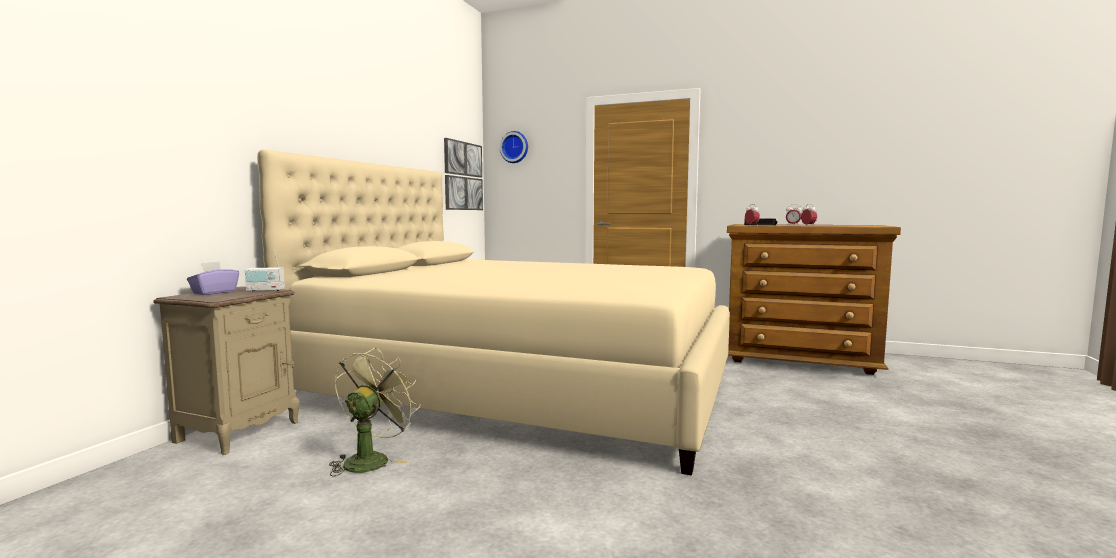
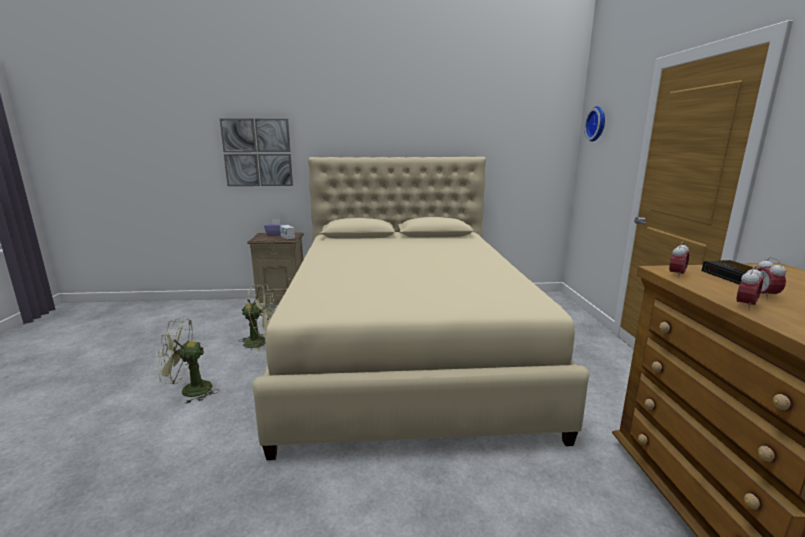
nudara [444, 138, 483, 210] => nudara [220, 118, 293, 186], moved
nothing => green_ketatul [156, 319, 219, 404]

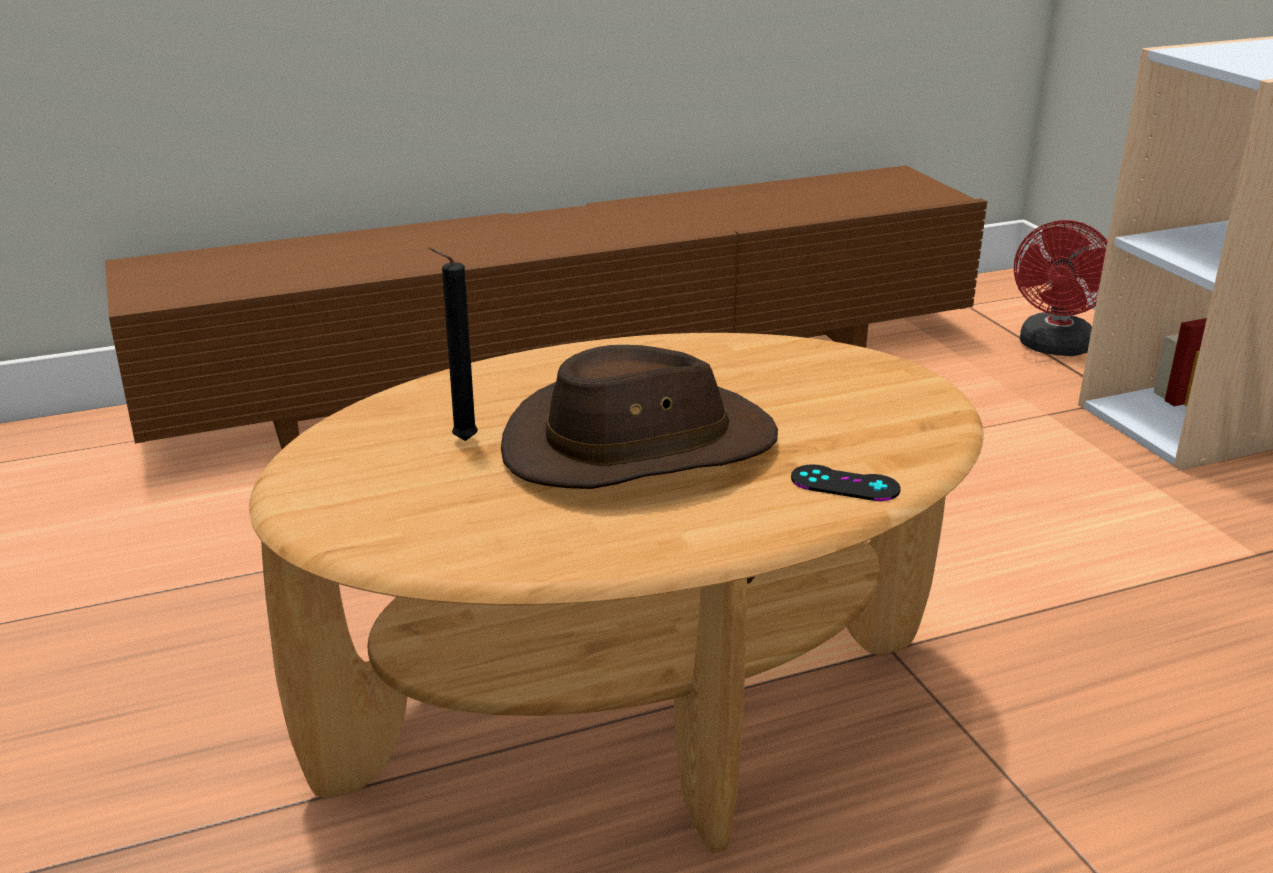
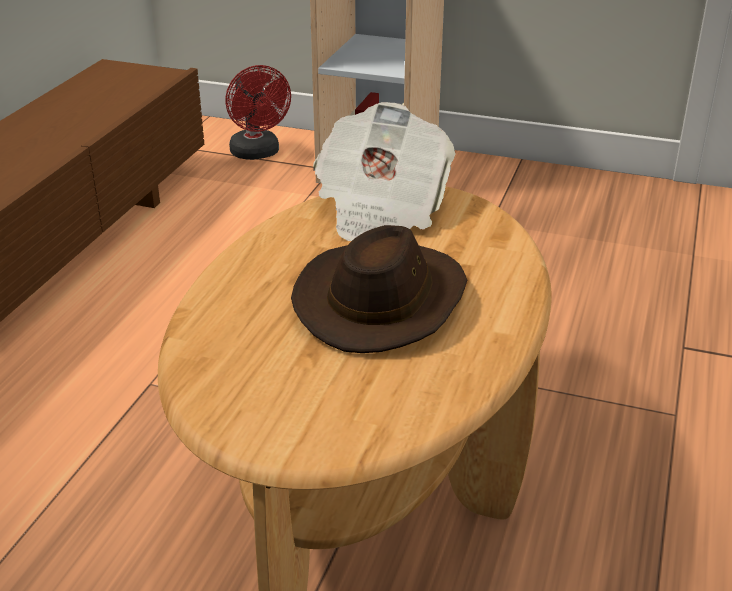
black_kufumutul [429, 247, 478, 441] => nothing
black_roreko [791, 464, 901, 501] => nothing
nothing => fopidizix [313, 102, 456, 241]

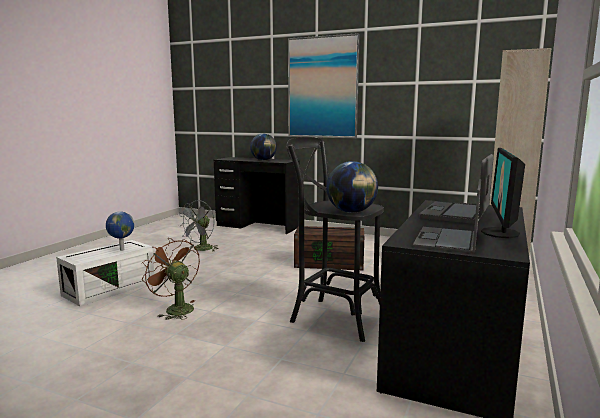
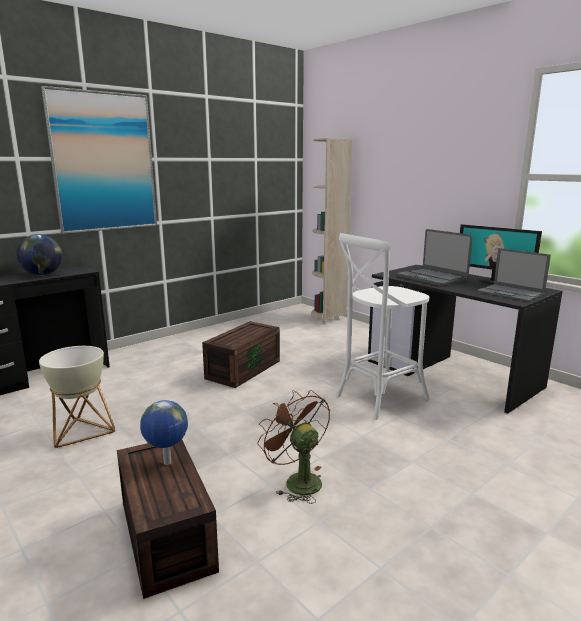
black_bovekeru [286, 137, 384, 342] => white_bovekeru [336, 233, 430, 420]
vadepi [326, 161, 378, 213] => nothing
grey_ketatul [178, 200, 219, 251] => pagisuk [39, 346, 115, 448]
brown_ketatul [142, 238, 200, 320] => brown_ketatul [257, 390, 330, 504], 75 degrees clockwise
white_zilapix [56, 240, 154, 306] => brown_zilapix [117, 439, 219, 599]

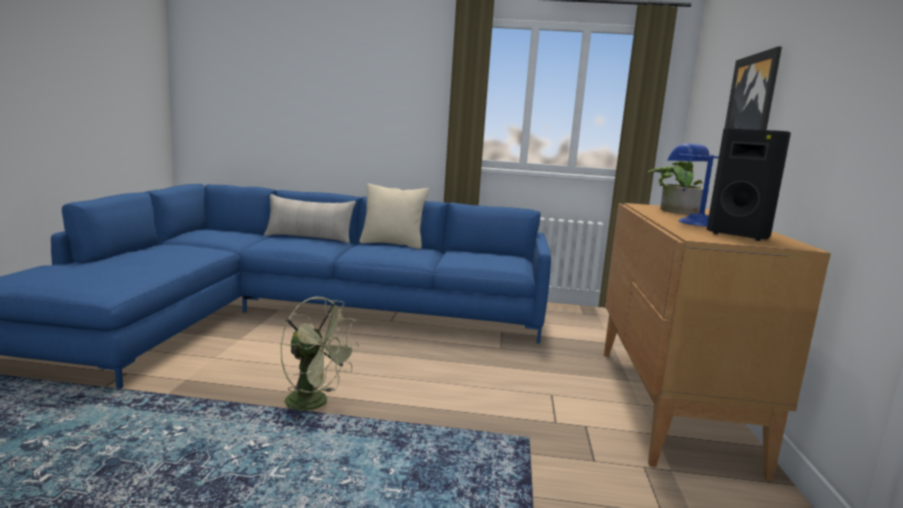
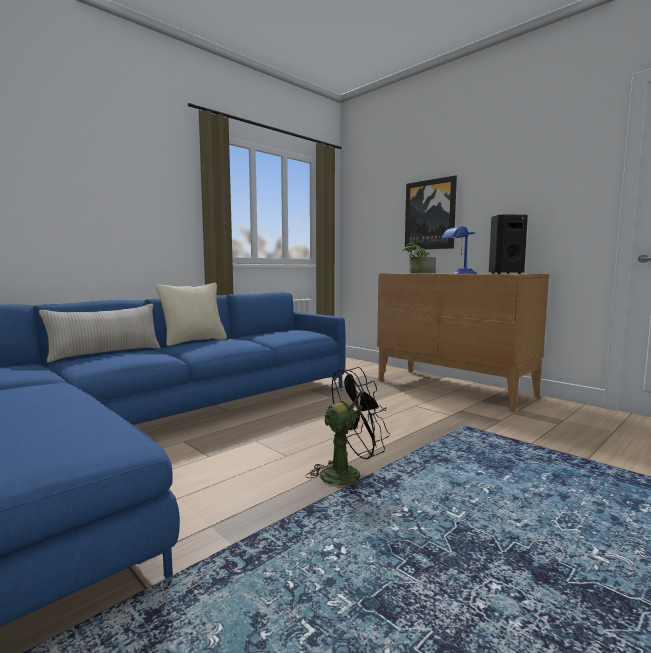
green_ketatul [281, 297, 359, 420] => black_ketatul [306, 367, 390, 488]

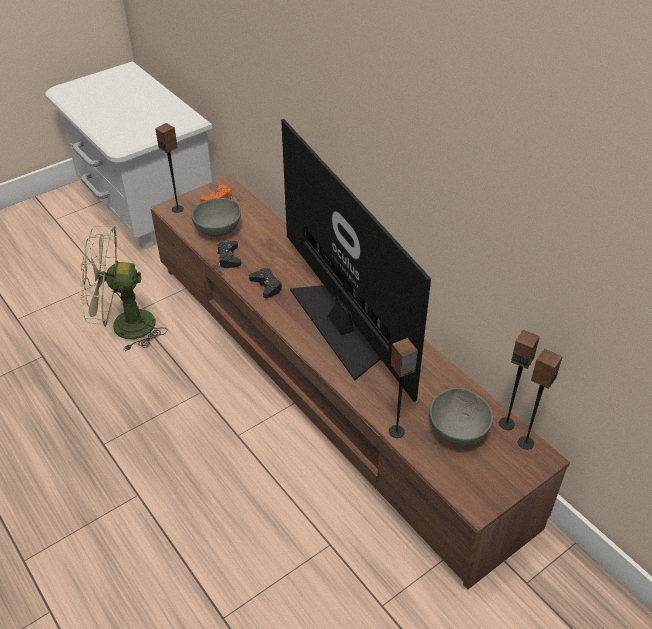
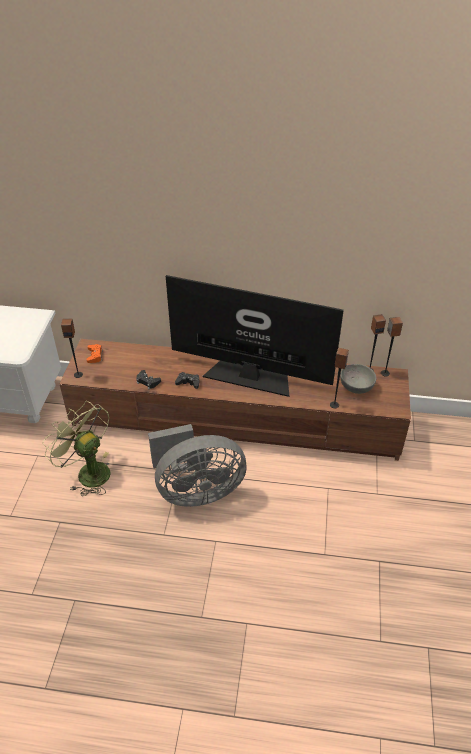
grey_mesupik [192, 198, 241, 237] => nothing
green_ketatul [80, 226, 167, 352] => green_ketatul [42, 401, 110, 496], 90 degrees clockwise
nothing => grey_ketatul [148, 424, 247, 507]

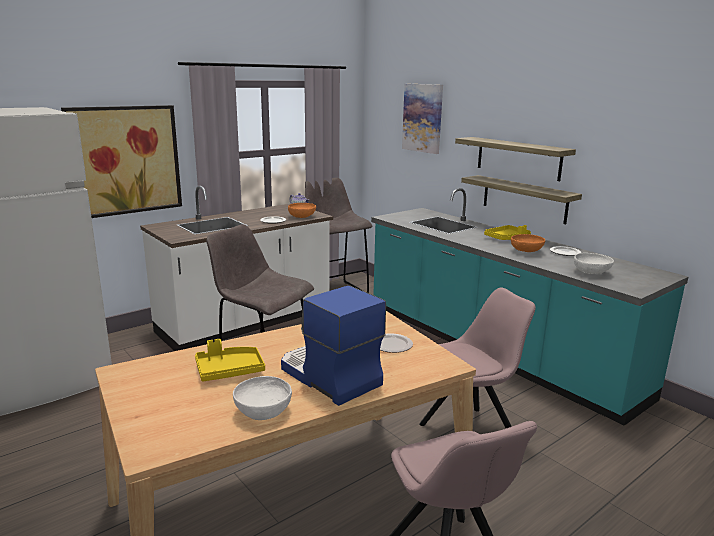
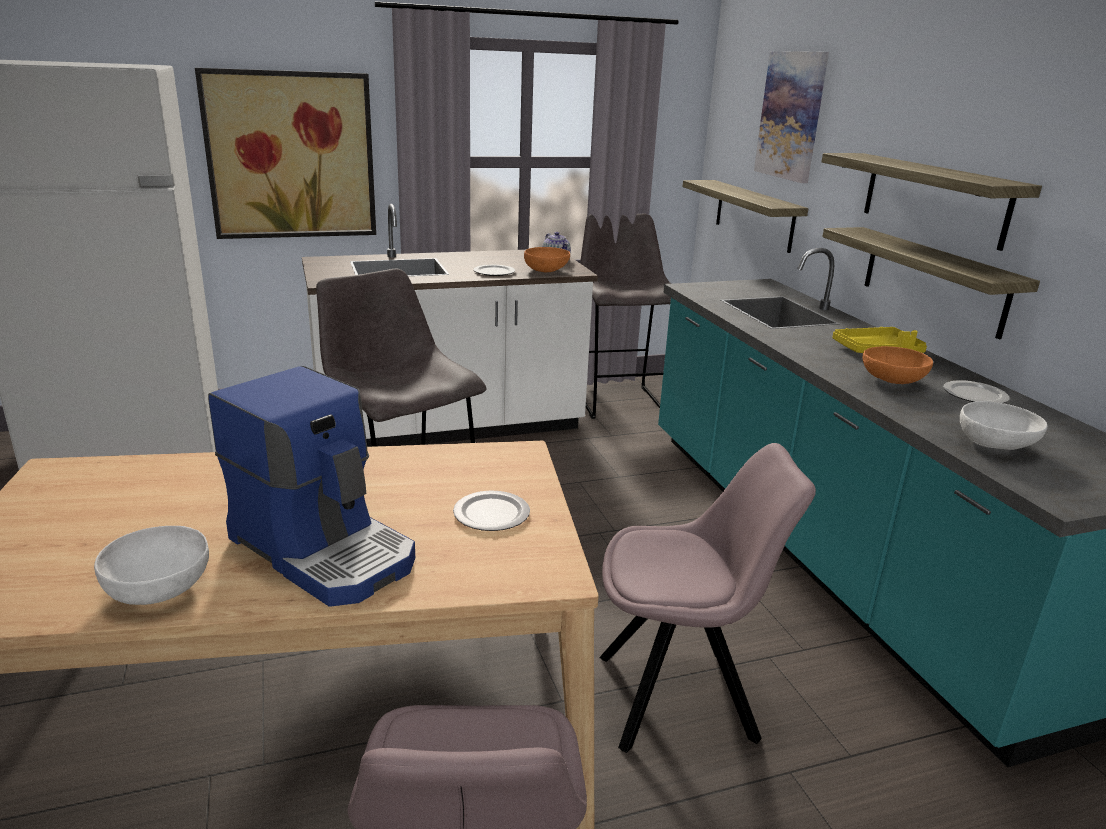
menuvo [281, 286, 386, 406] => menuvo [208, 366, 415, 607], 150 degrees clockwise
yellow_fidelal [195, 339, 265, 381] => nothing
nothing => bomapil [683, 180, 808, 253]

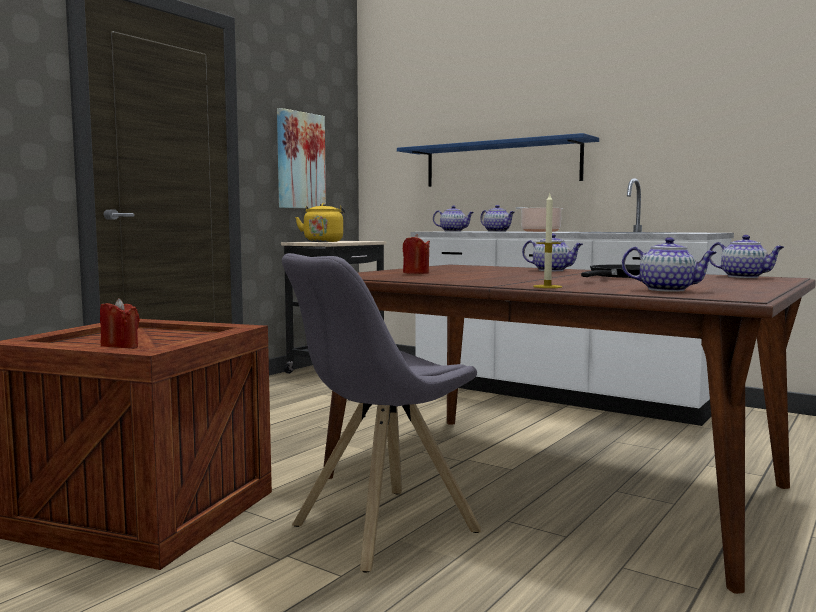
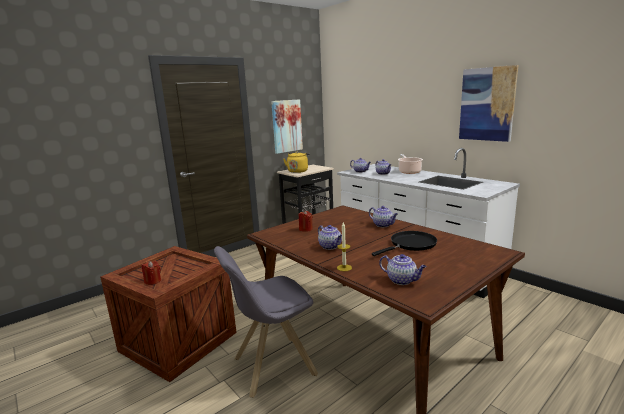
blue_bomapil [397, 133, 599, 187] => nothing
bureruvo [709, 235, 784, 278] => bureruvo [318, 225, 342, 250], moved
nothing => nudara [459, 65, 519, 142]

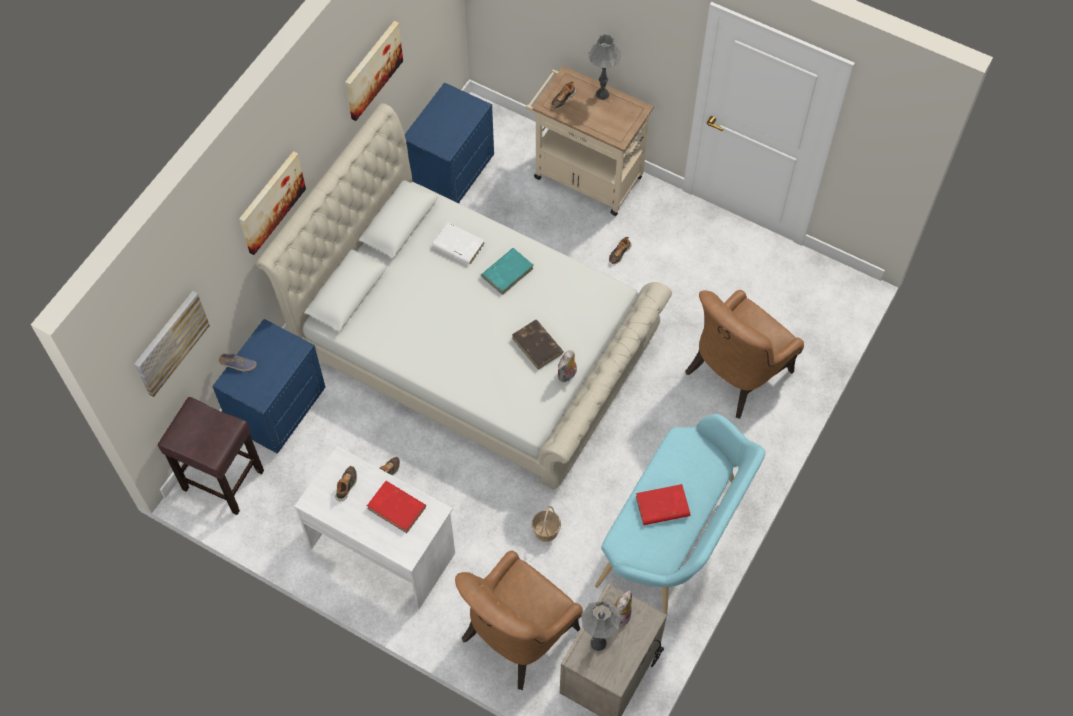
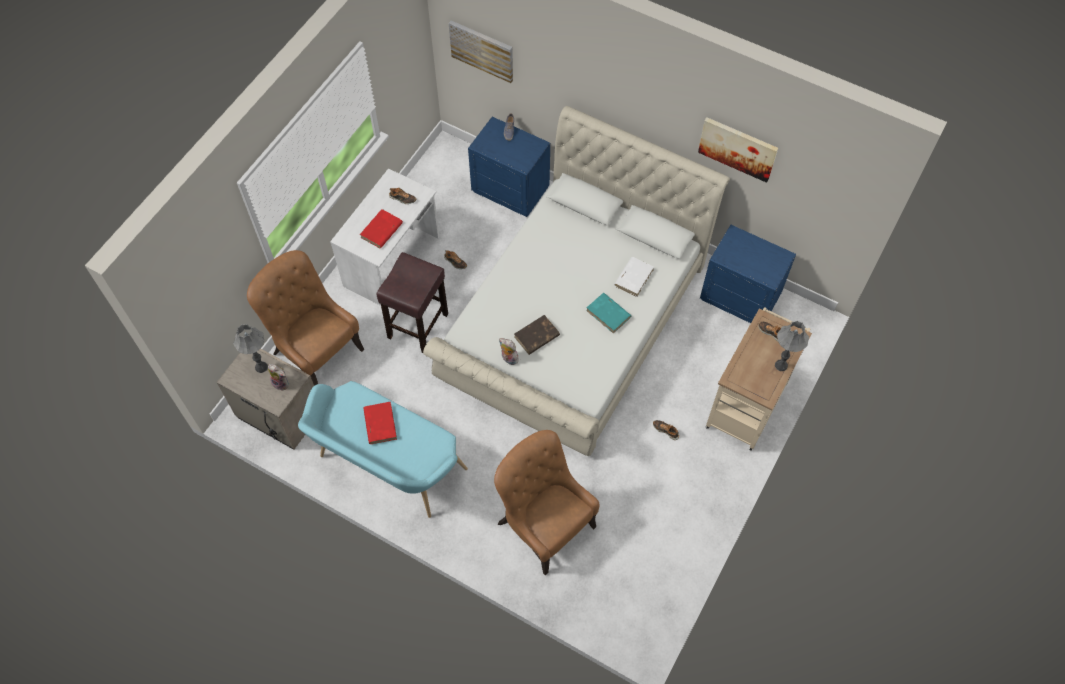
nudara [239, 151, 306, 255] => nothing
brown_bovekeru [158, 397, 264, 515] => brown_bovekeru [376, 252, 448, 353], moved
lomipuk [532, 505, 561, 542] => nothing

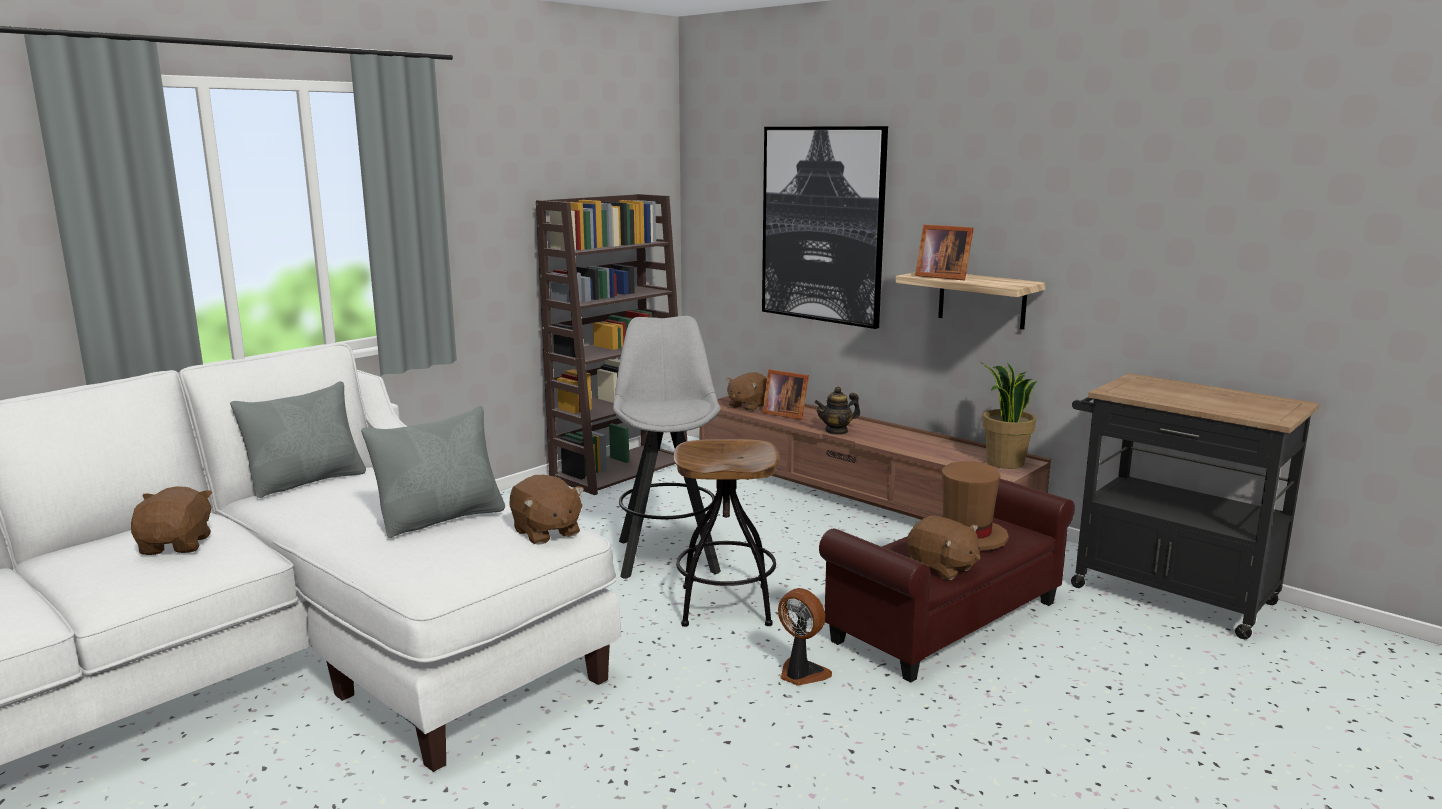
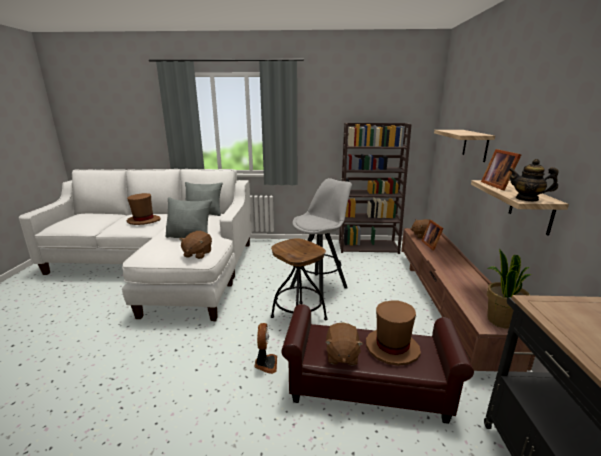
nudara [762, 126, 888, 329] => bomapil [434, 130, 495, 162]
bureruvo [815, 387, 860, 435] => bureruvo [509, 159, 559, 202], moved
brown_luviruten [131, 486, 213, 555] => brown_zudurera [127, 193, 161, 225]

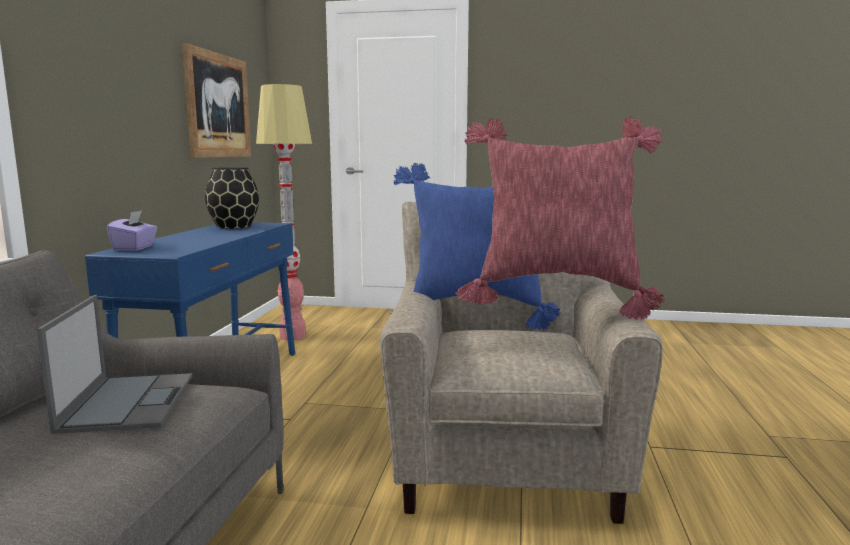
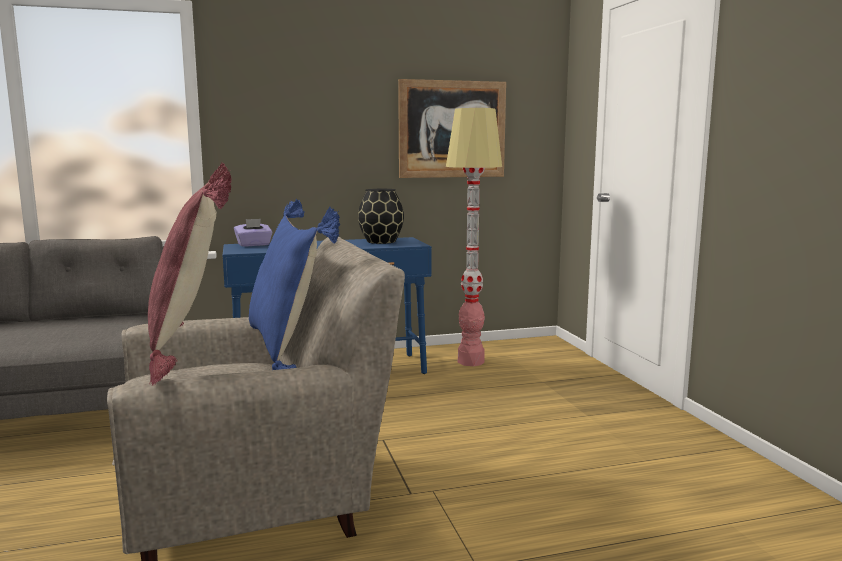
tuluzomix [37, 295, 192, 434] => nothing

